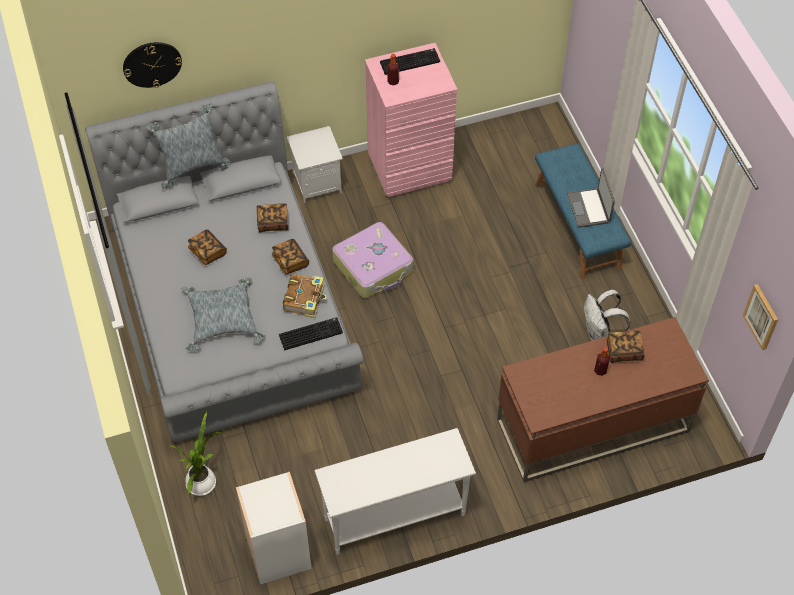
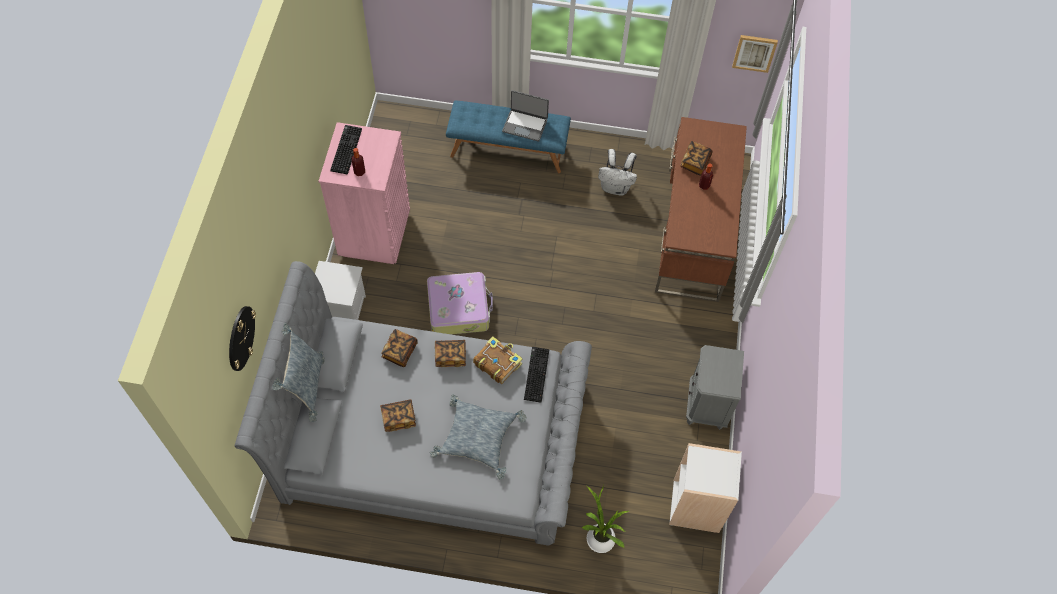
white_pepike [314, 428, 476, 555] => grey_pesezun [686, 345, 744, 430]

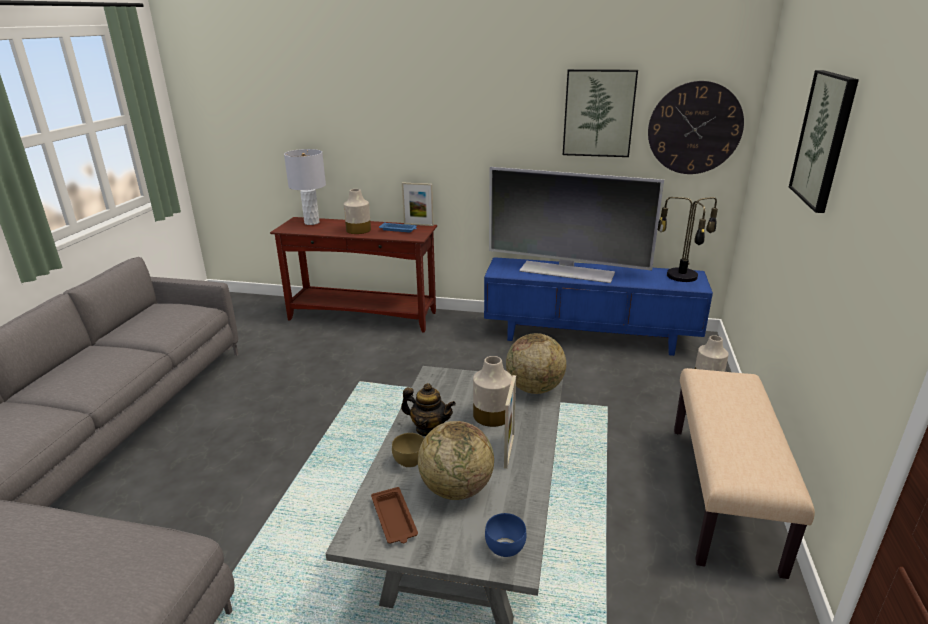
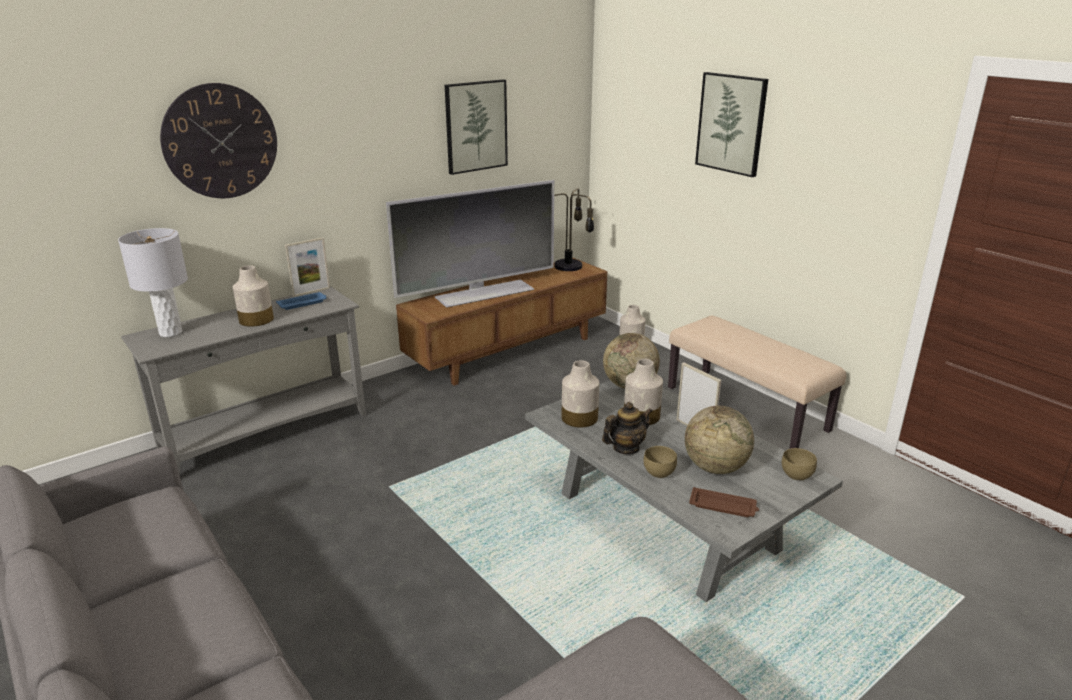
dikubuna [648, 81, 744, 174] => dikubuna [160, 83, 277, 198], moved
brown_pepike [270, 217, 437, 333] => grey_pepike [121, 286, 366, 475]
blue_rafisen [484, 257, 713, 356] => brown_rafisen [396, 258, 607, 385]
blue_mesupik [485, 513, 527, 557] => brown_mesupik [782, 448, 817, 481]
nothing => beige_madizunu [561, 360, 599, 428]

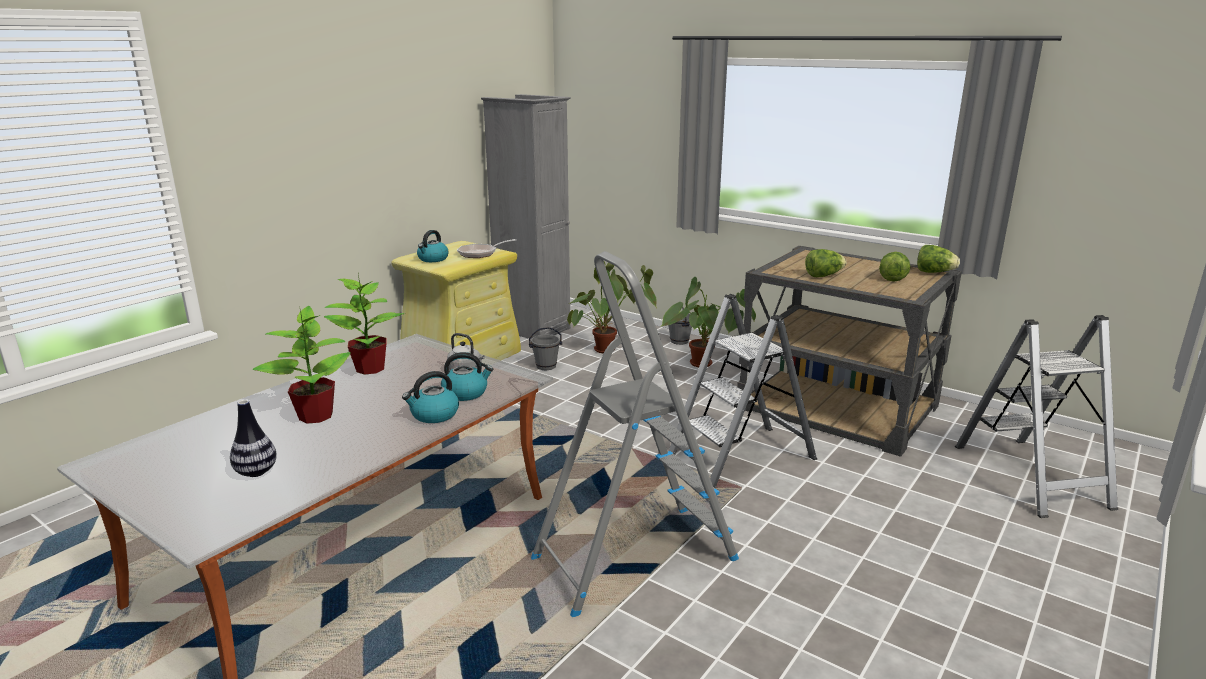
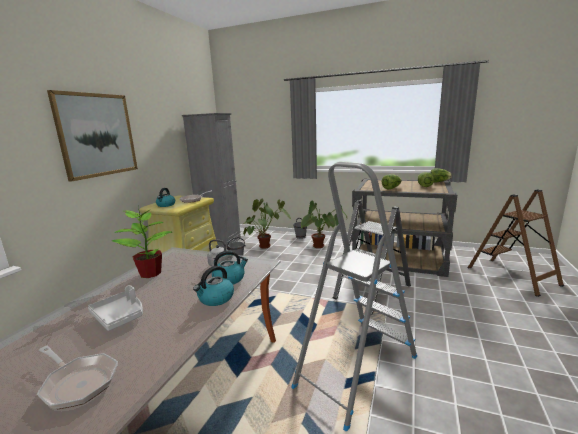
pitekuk [253, 306, 351, 424] => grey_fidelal [88, 285, 143, 331]
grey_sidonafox [955, 315, 1118, 518] => brown_sidonafox [467, 189, 564, 297]
madizunu [230, 400, 277, 477] => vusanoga [37, 346, 118, 409]
nothing => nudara [47, 90, 138, 182]

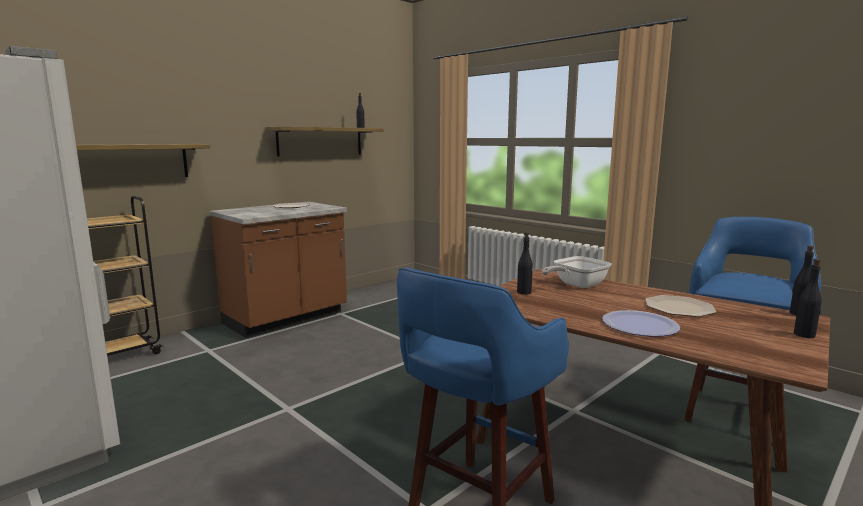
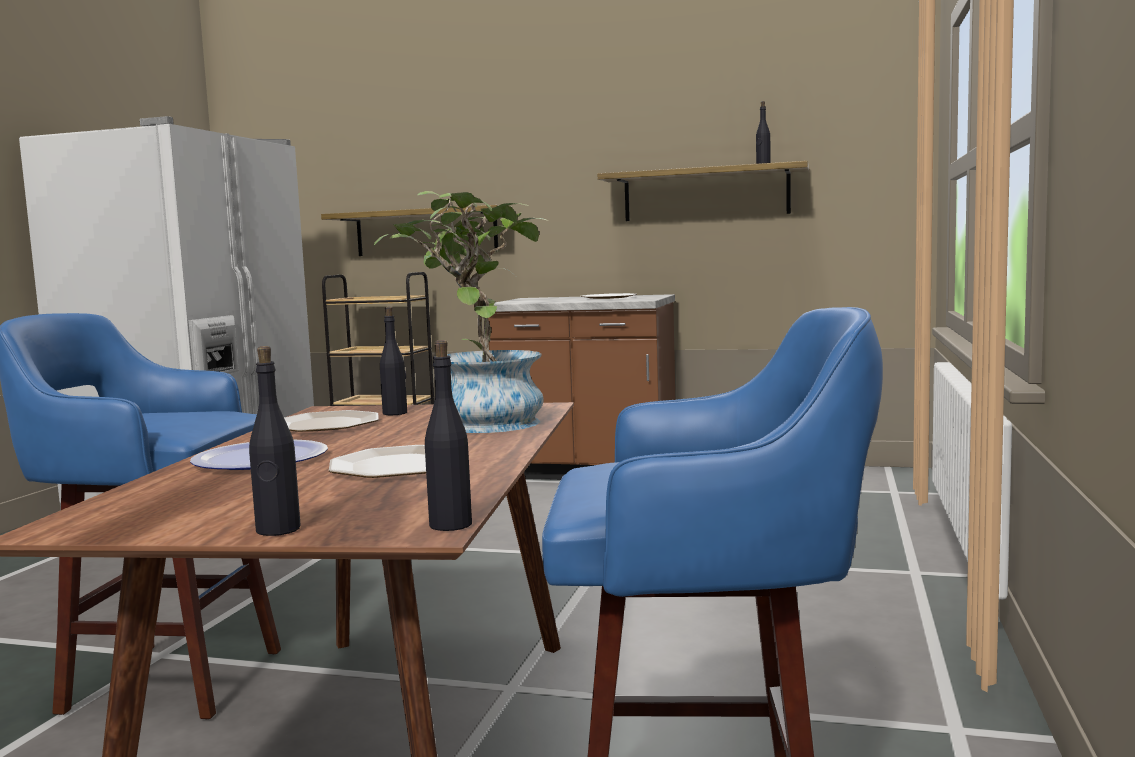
vusanoga [542, 256, 612, 288] => pitekuk [374, 191, 549, 433]
nothing => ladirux [284, 410, 378, 432]

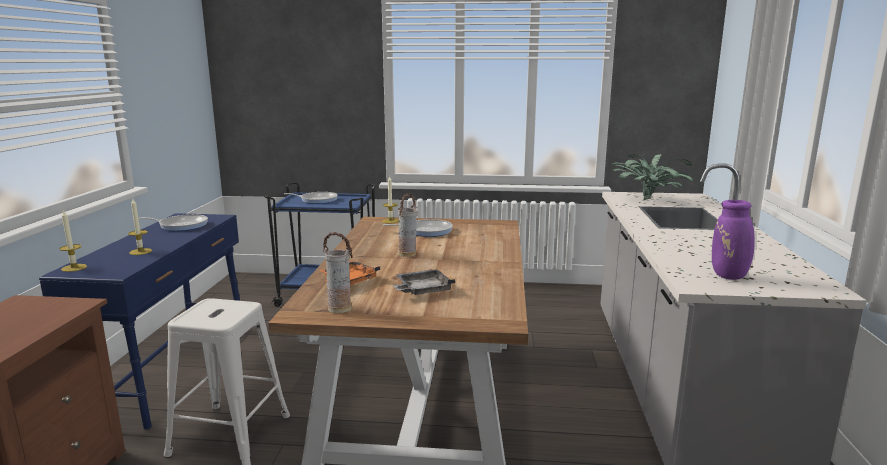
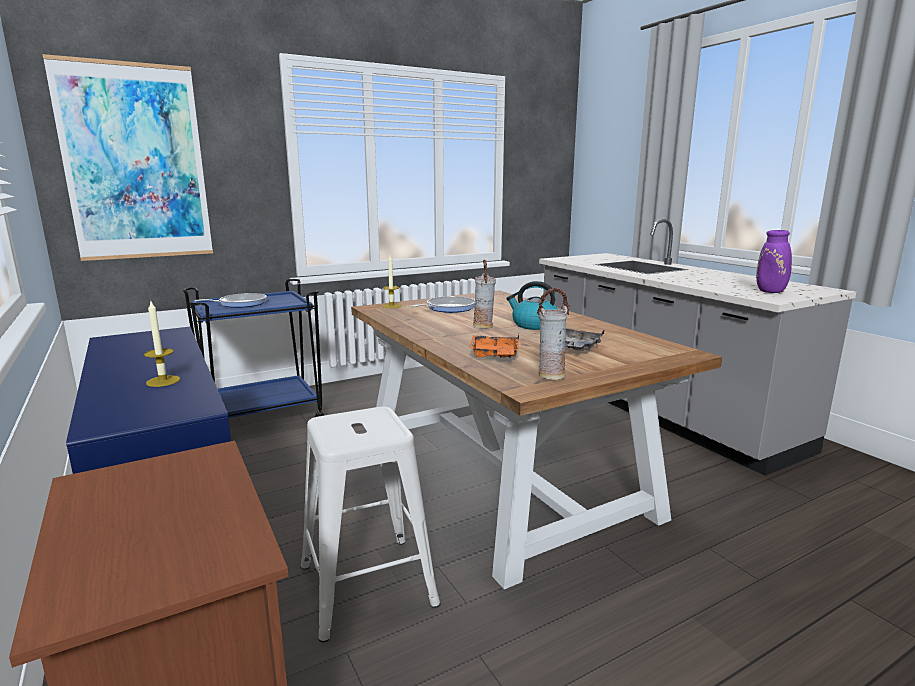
pitekuk [612, 154, 694, 200] => nothing
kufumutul [59, 211, 87, 272] => nothing
vusanoga [139, 214, 208, 231] => nothing
nothing => nudara [42, 54, 213, 261]
nothing => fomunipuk [506, 281, 558, 330]

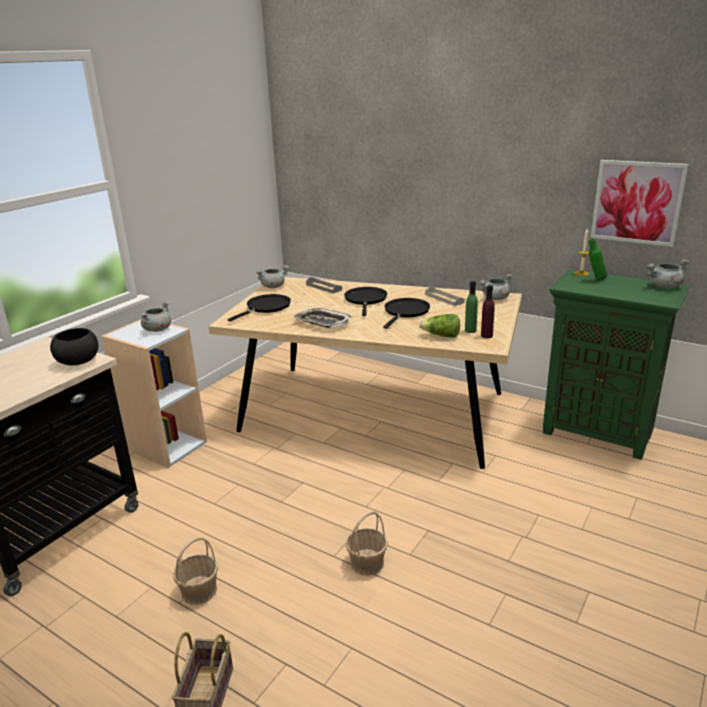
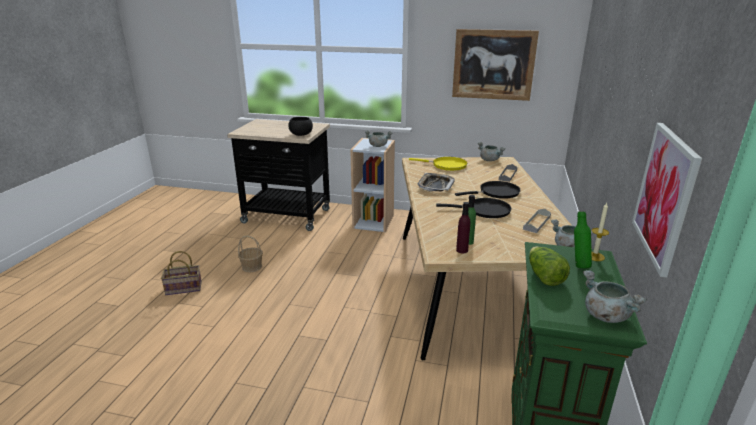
black_vusanoga [228, 294, 291, 322] => yellow_vusanoga [409, 157, 467, 171]
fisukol [419, 314, 460, 338] => fisukol [529, 246, 570, 286], moved
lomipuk [345, 511, 388, 576] => nothing
nothing => nudara [452, 29, 539, 101]

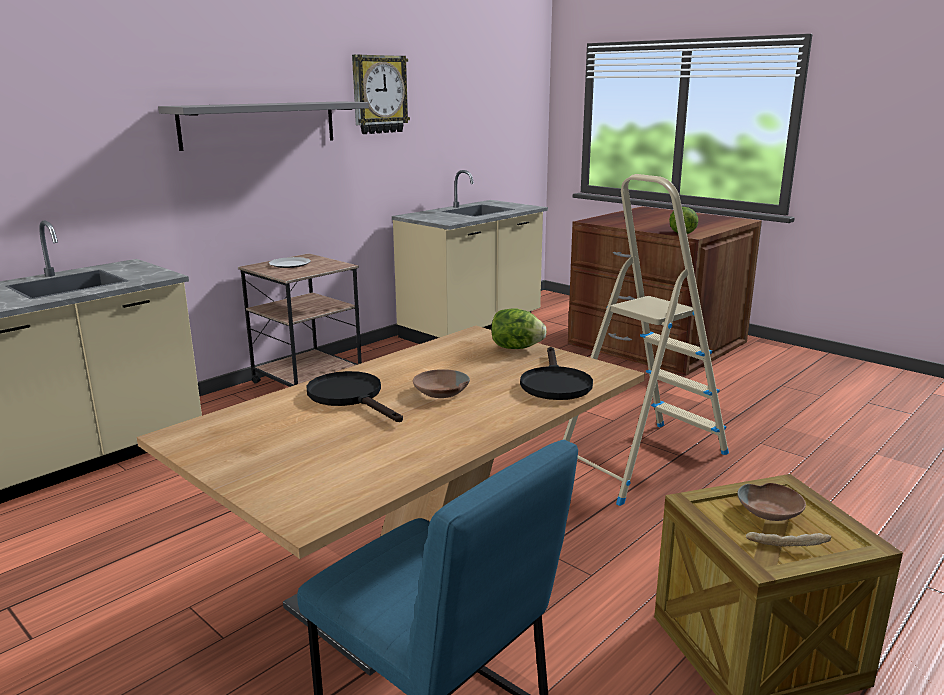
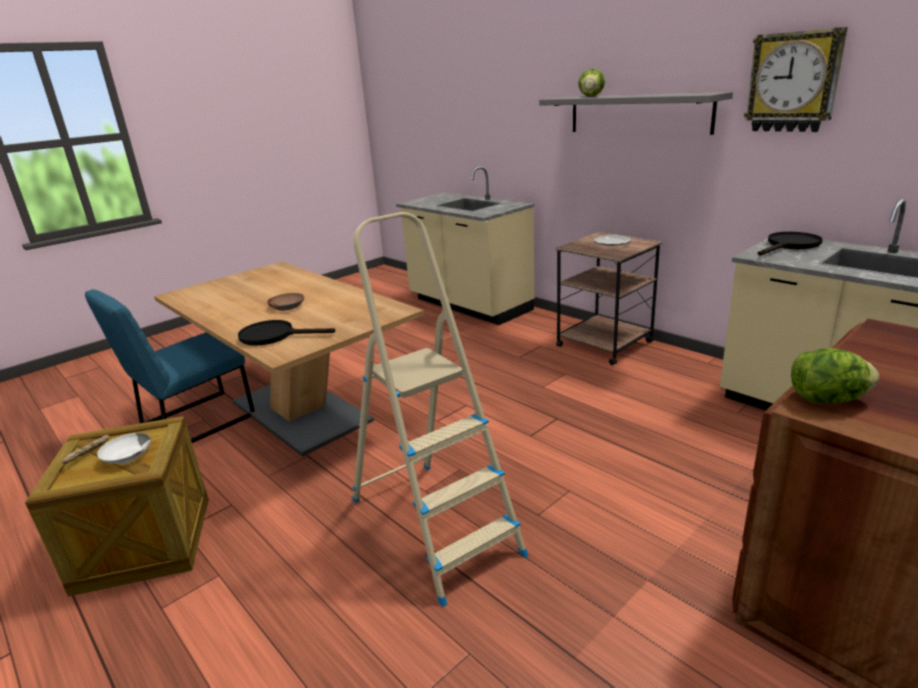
fisukol [491, 308, 547, 349] => fisukol [578, 69, 605, 97], moved
black_vusanoga [307, 371, 403, 422] => black_vusanoga [758, 232, 823, 255], moved
brown_mesupik [737, 483, 806, 521] => white_mesupik [97, 433, 151, 464]

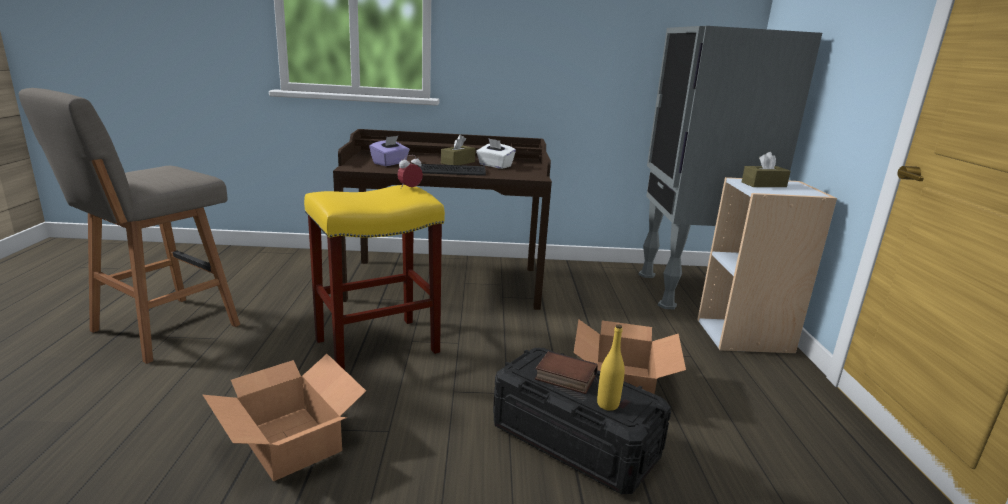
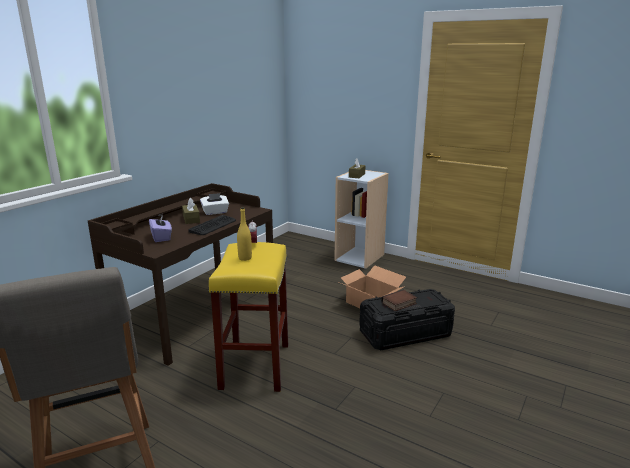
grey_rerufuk [638, 26, 822, 309] => nothing
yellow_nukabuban [597, 324, 625, 411] => yellow_nukabuban [237, 207, 252, 261], moved
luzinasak [203, 354, 366, 482] => nothing

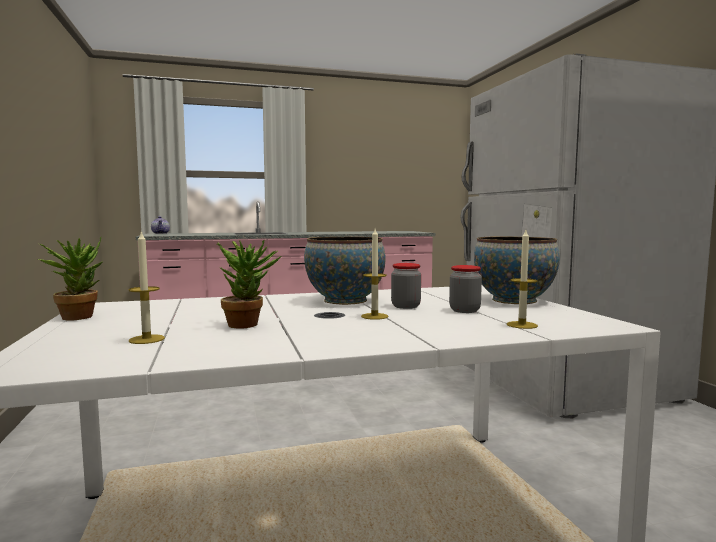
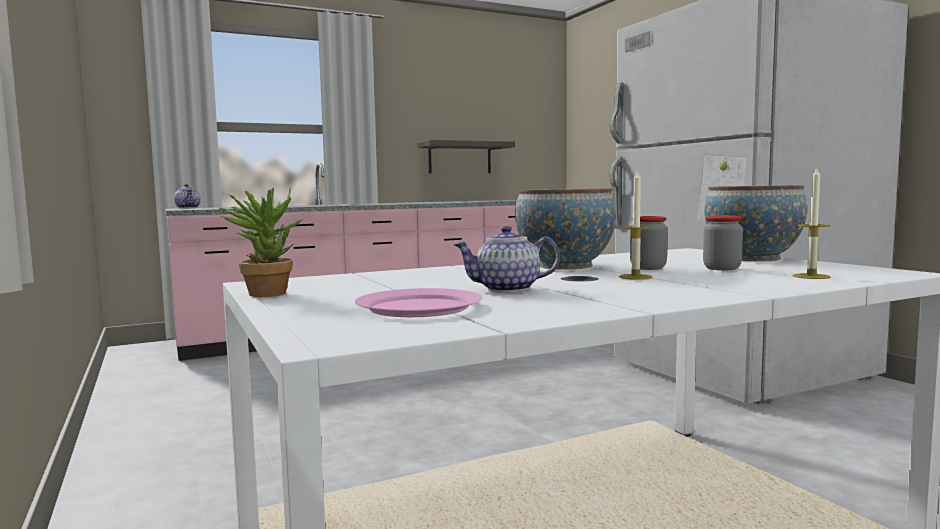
kufumutul [129, 230, 165, 344] => pink_ladirux [355, 288, 482, 317]
pitekuk [217, 240, 282, 328] => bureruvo [453, 226, 560, 293]
nothing => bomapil [417, 140, 515, 174]

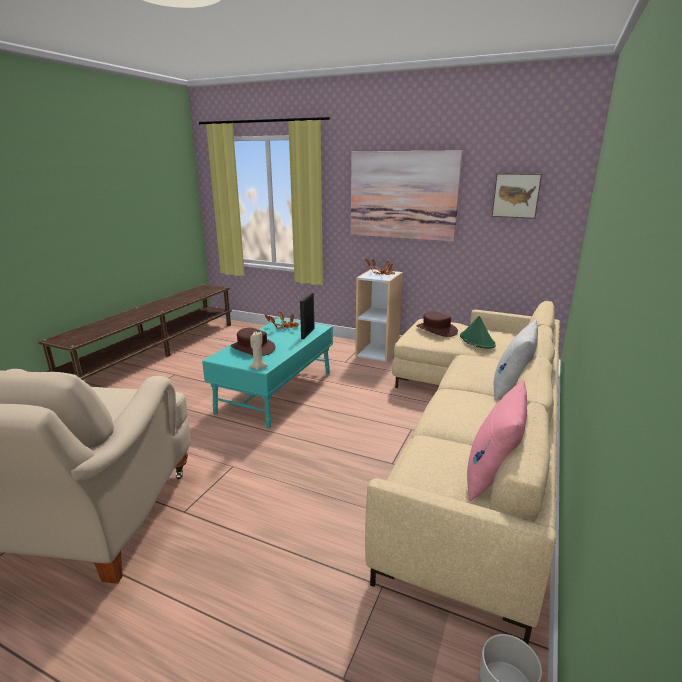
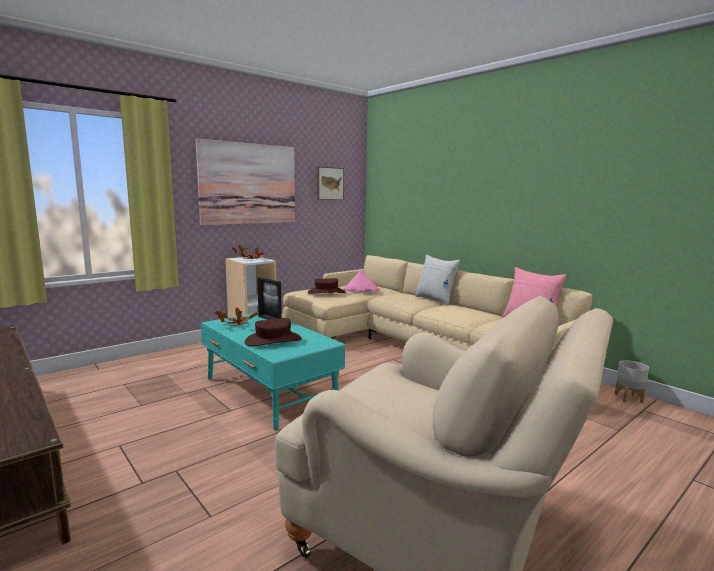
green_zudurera [460, 316, 496, 349] => pink_zudurera [343, 270, 380, 292]
beige_kufumutul [249, 331, 268, 371] => nothing

